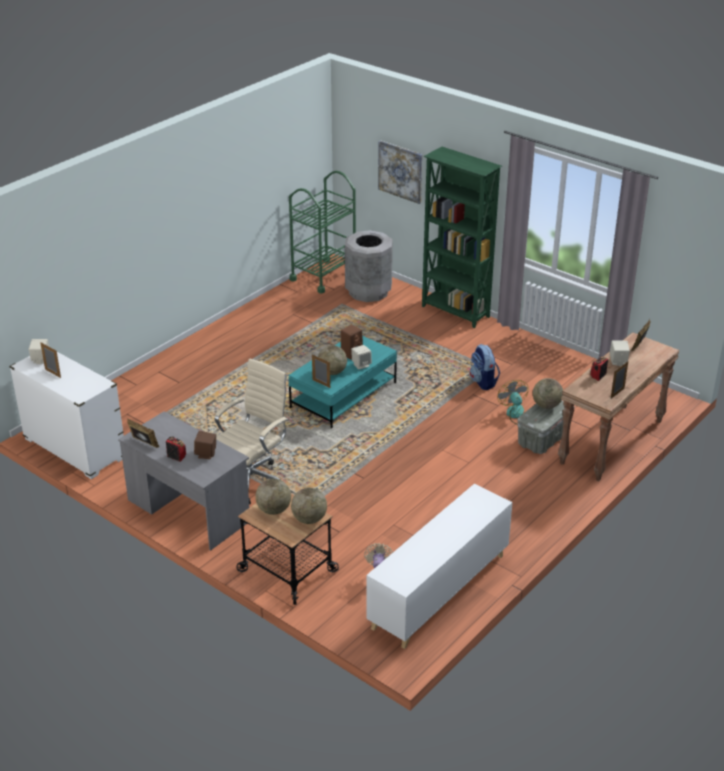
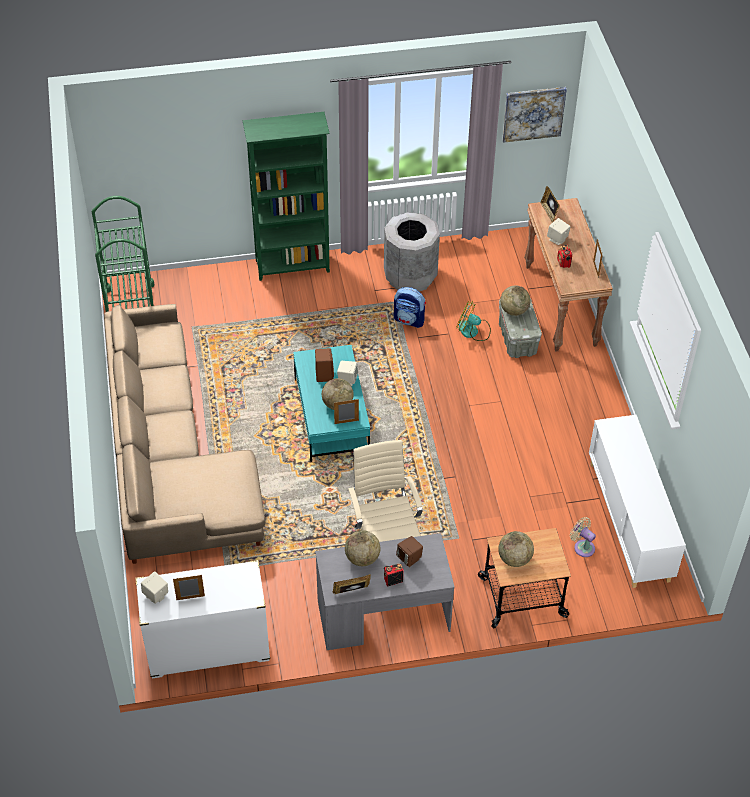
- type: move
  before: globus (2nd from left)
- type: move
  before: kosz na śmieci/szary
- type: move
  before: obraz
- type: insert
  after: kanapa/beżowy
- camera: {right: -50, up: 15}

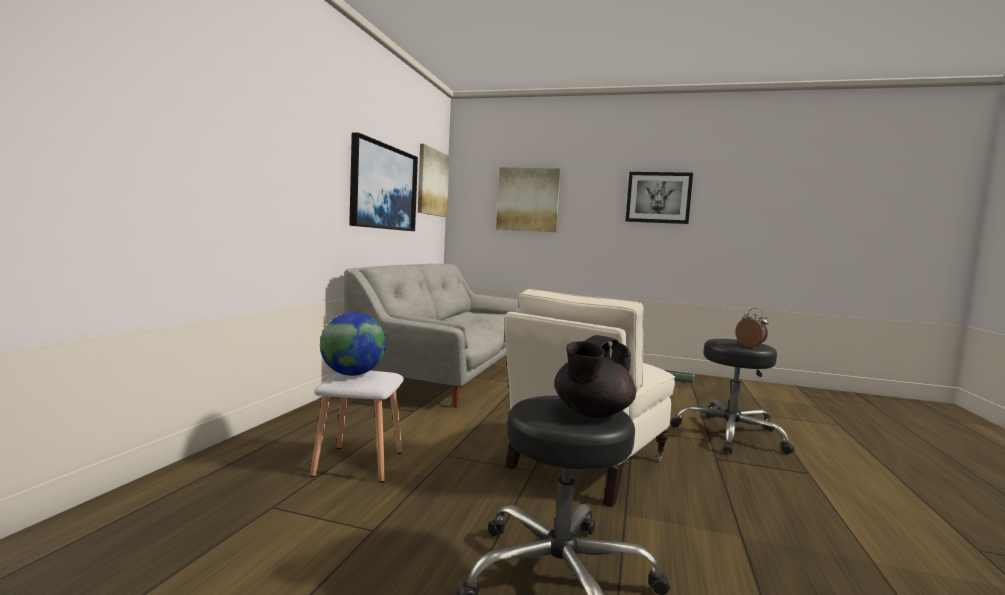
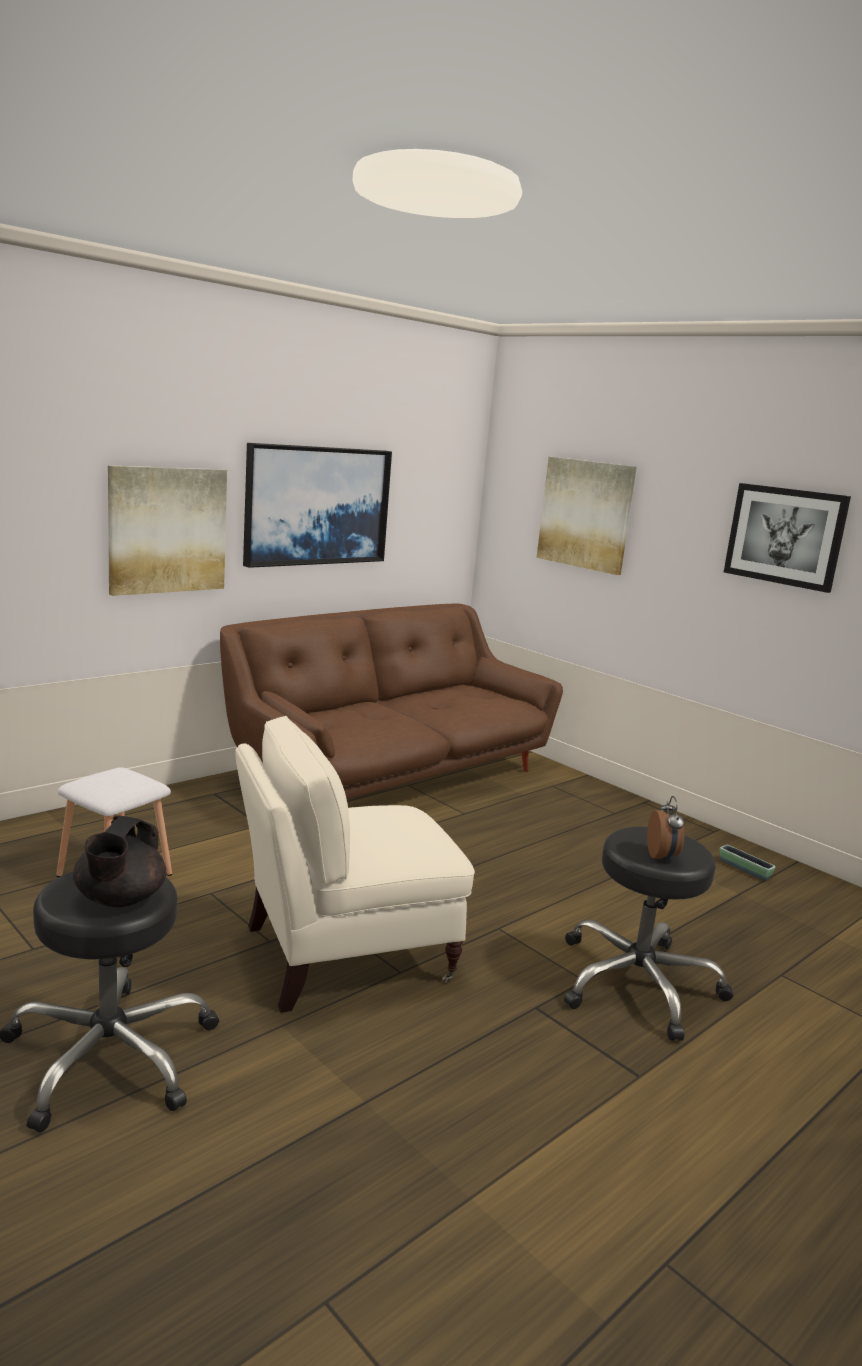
- type: delete
  before: globus
- type: recolor
  before: kanapa/szary
  after: kanapa/brązowy
- type: move
  before: obraz (2nd from left in the first image)
  after: obraz (1st from left)
- type: rotate
  before: imbryk/czarny
  turn: -60
- camera: {right: 30, up: 10}

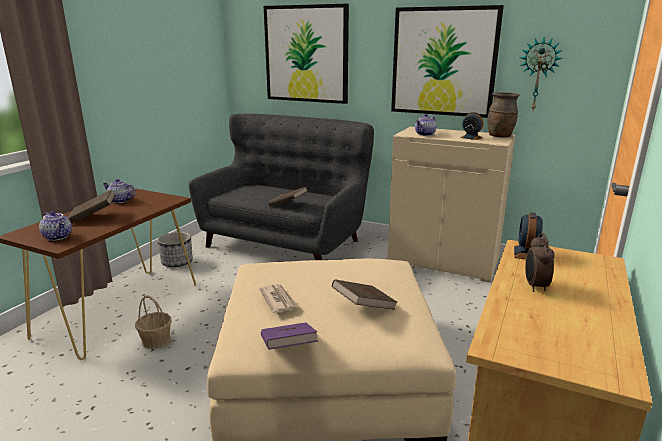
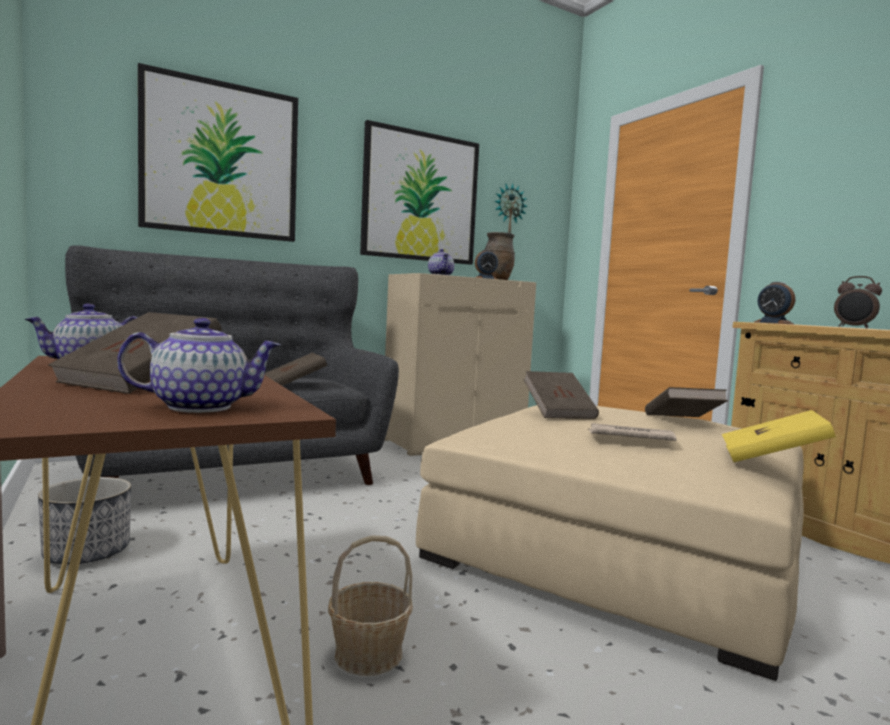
- type: recolor
  before: książka/fioletowy
  after: książka/żółty
- type: insert
  after: książka/brązowy (3rd from left)
- camera: {right: -55, up: -15}

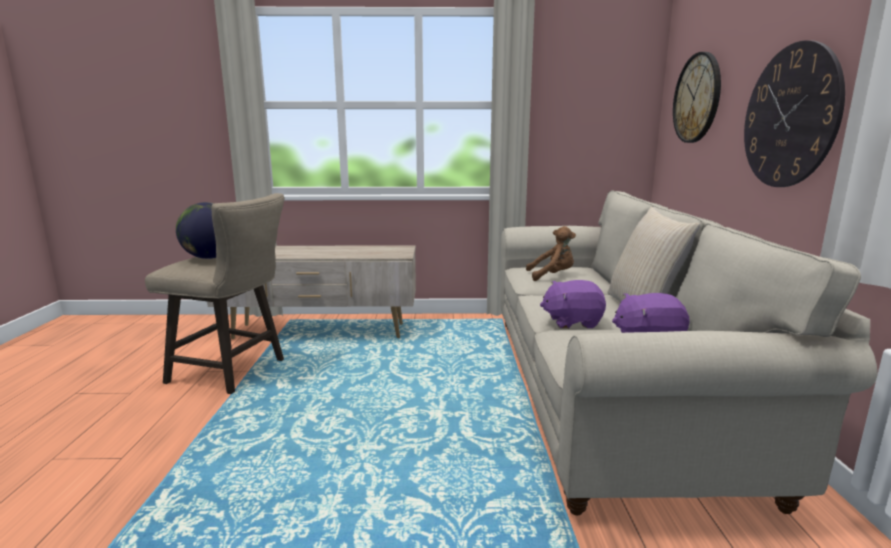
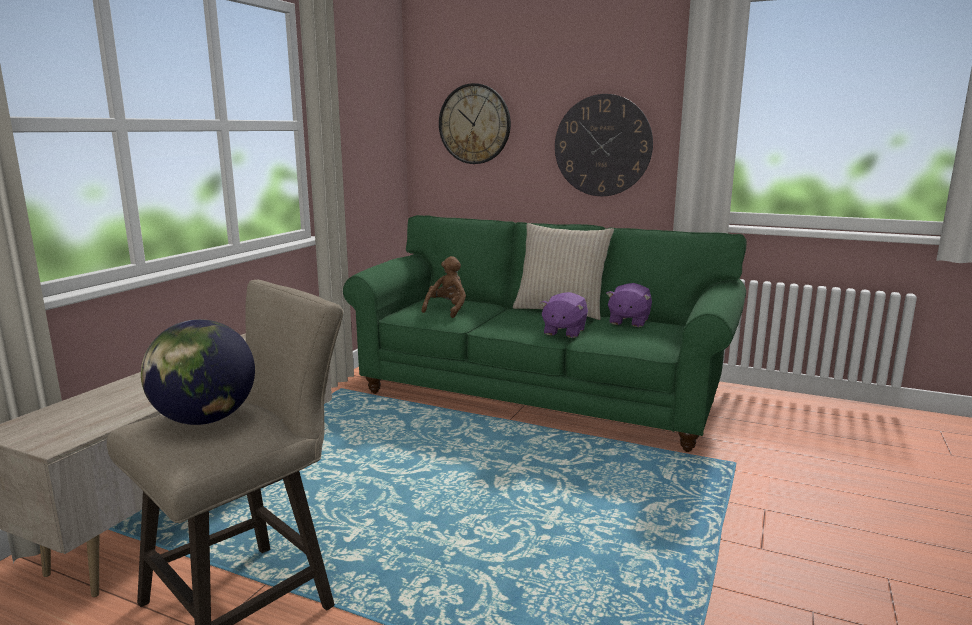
- type: recolor
  before: kanapa/beżowy
  after: kanapa/zielony
- camera: {right: -65, up: 0}

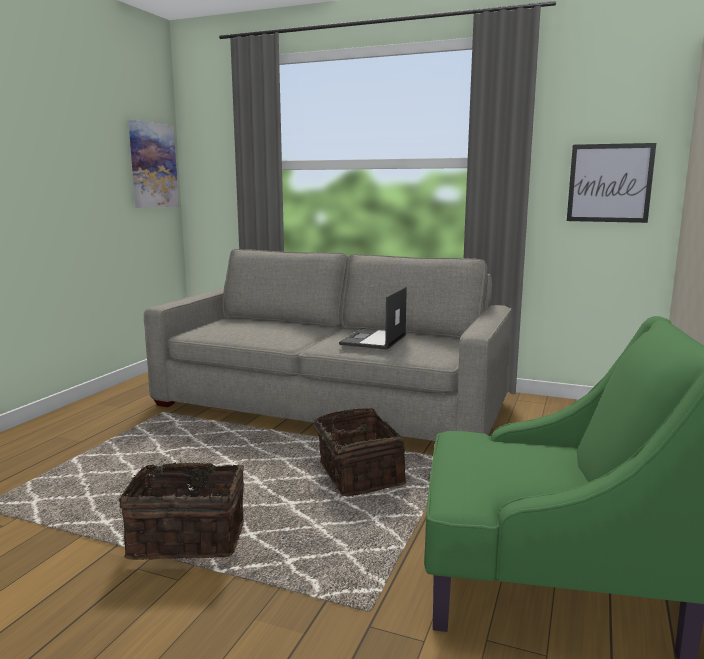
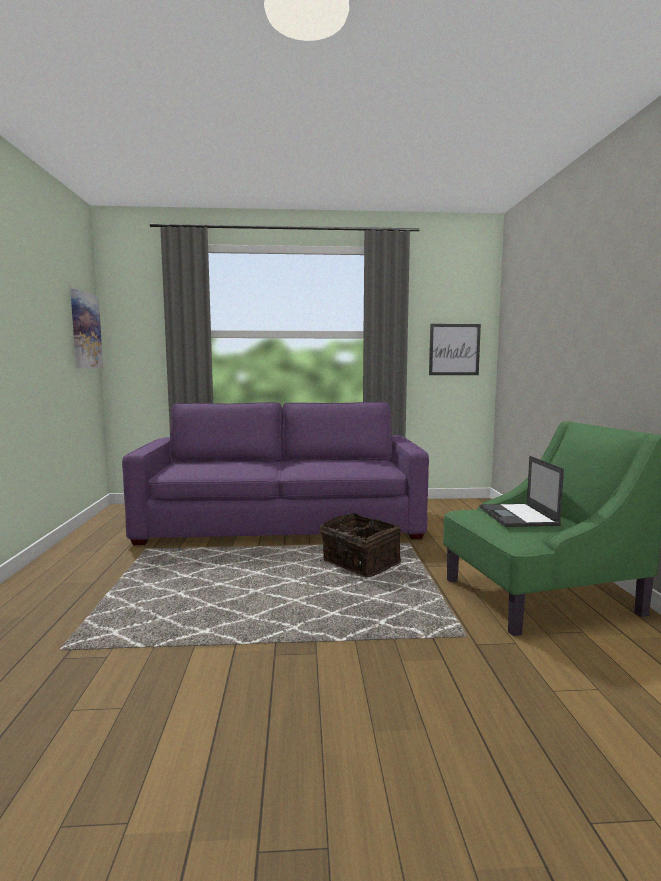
- type: delete
  before: koszyk (1st from left)
- type: recolor
  before: kanapa/szary
  after: kanapa/fioletowy
- type: move
  before: laptop
- camera: {right: -25, up: -5}

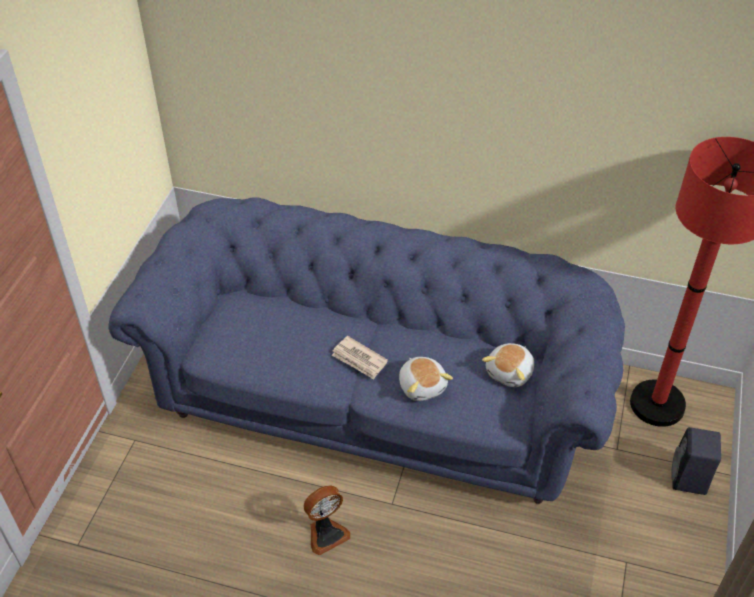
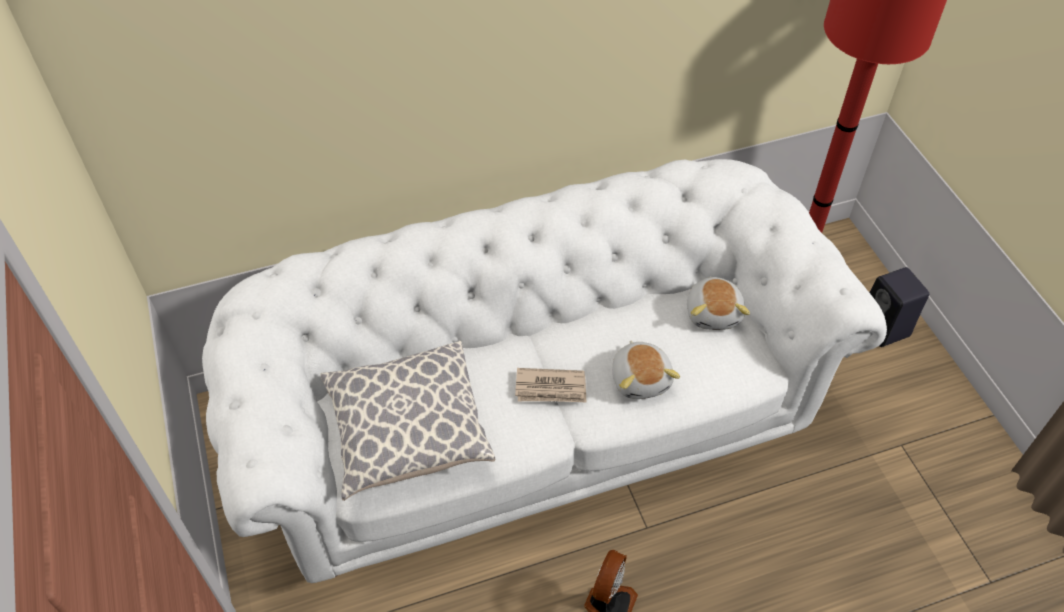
- type: recolor
  before: kanapa/niebieski
  after: kanapa/biały
- type: rotate
  before: pluszak (1st from left)
  turn: 45
- type: insert
  after: poduszka
- camera: {right: -35, up: 5}

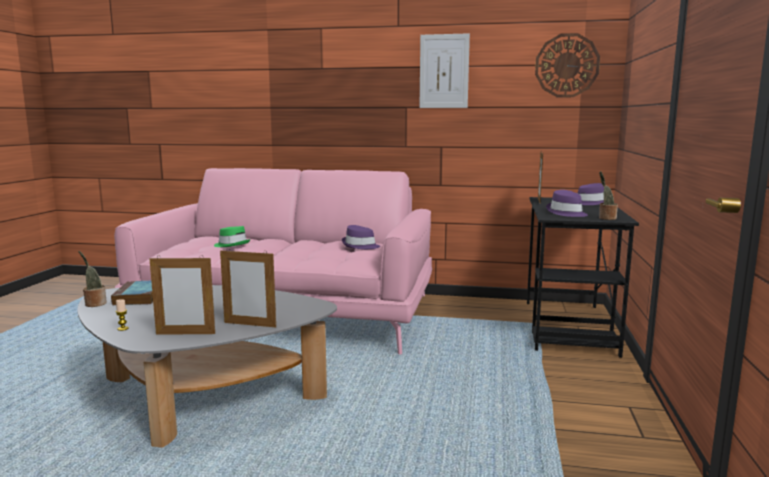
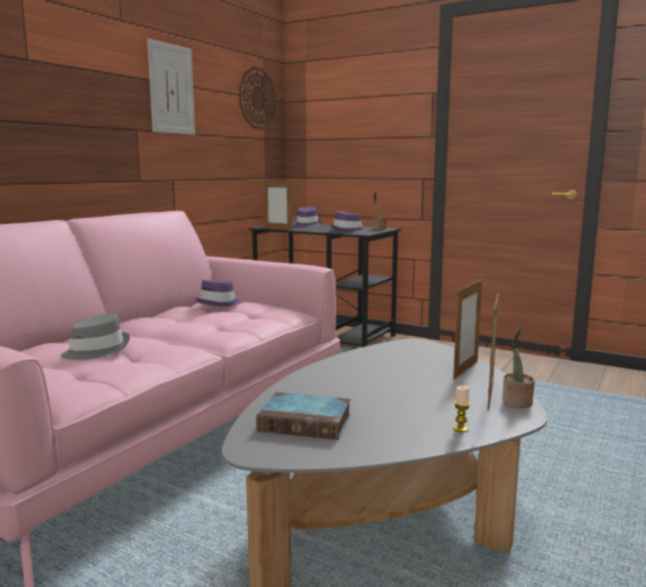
- type: move
  before: roślina doniczkowa (1st from left in the first image)
  after: roślina doniczkowa (2nd from left)
- type: recolor
  before: kapelusz/zielony
  after: kapelusz/szary
- camera: {right: -70, up: 0}

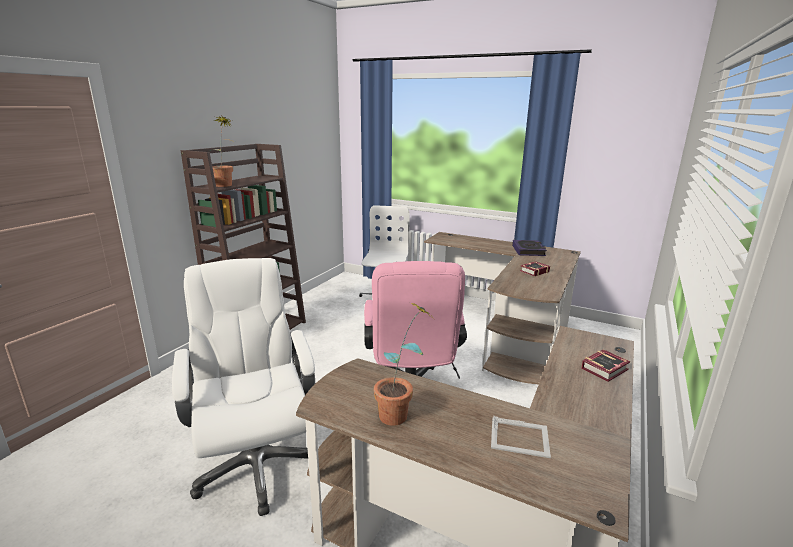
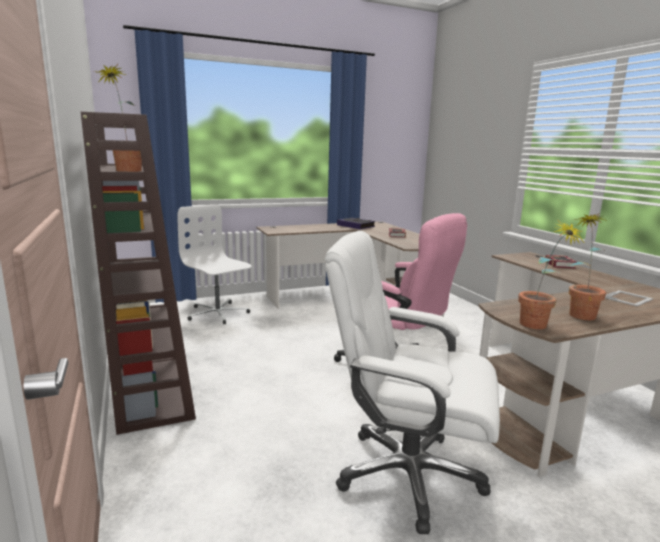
- type: insert
  after: roślina doniczkowa (2nd from left)
- camera: {right: -50, up: -5}

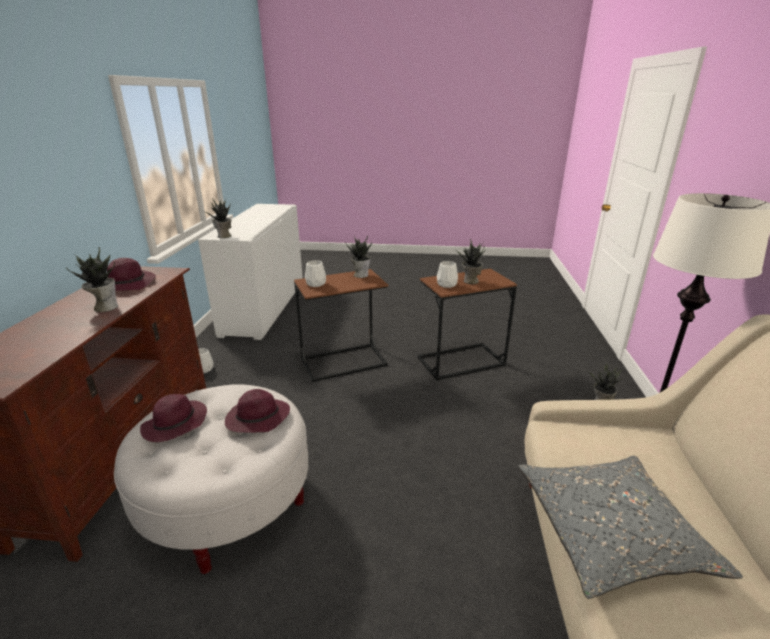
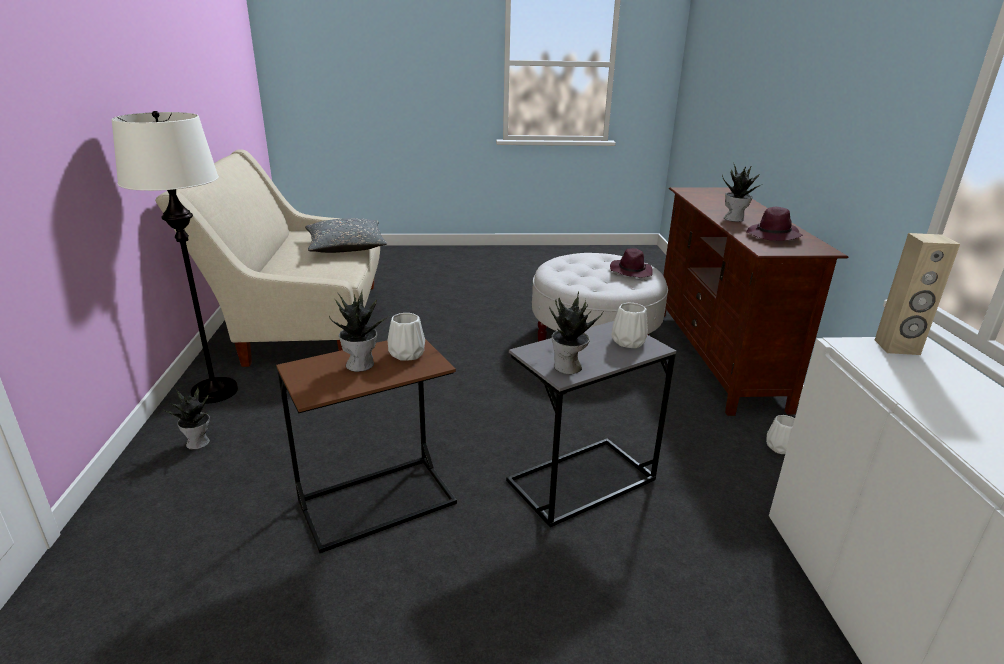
- type: replace
  before: roślina doniczkowa (2nd from left)
  after: głośnik/beżowy
- type: delete
  before: kapelusz/fioletowy (3rd from left)
- type: recolor
  before: stolik/brązowy (1st from left)
  after: stolik/szary
- camera: {right: 170, up: 0}

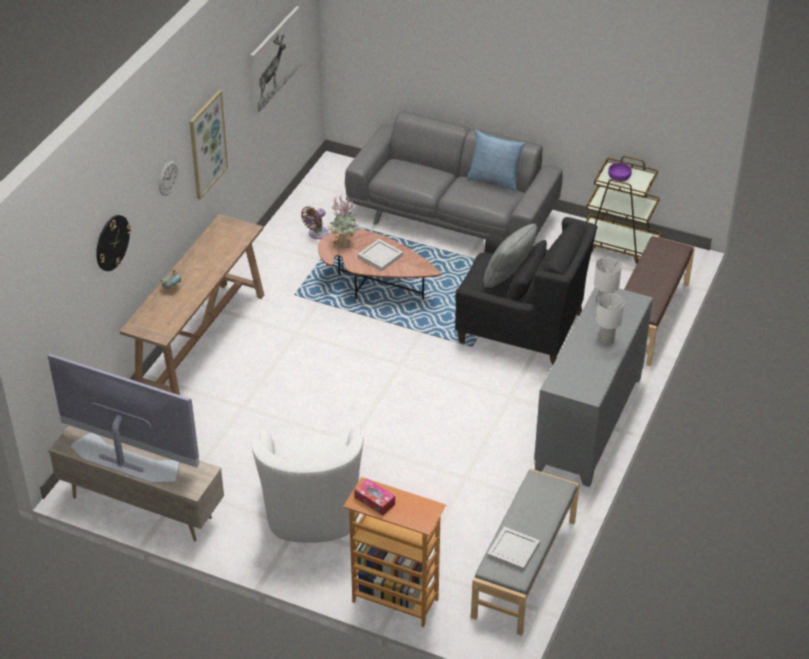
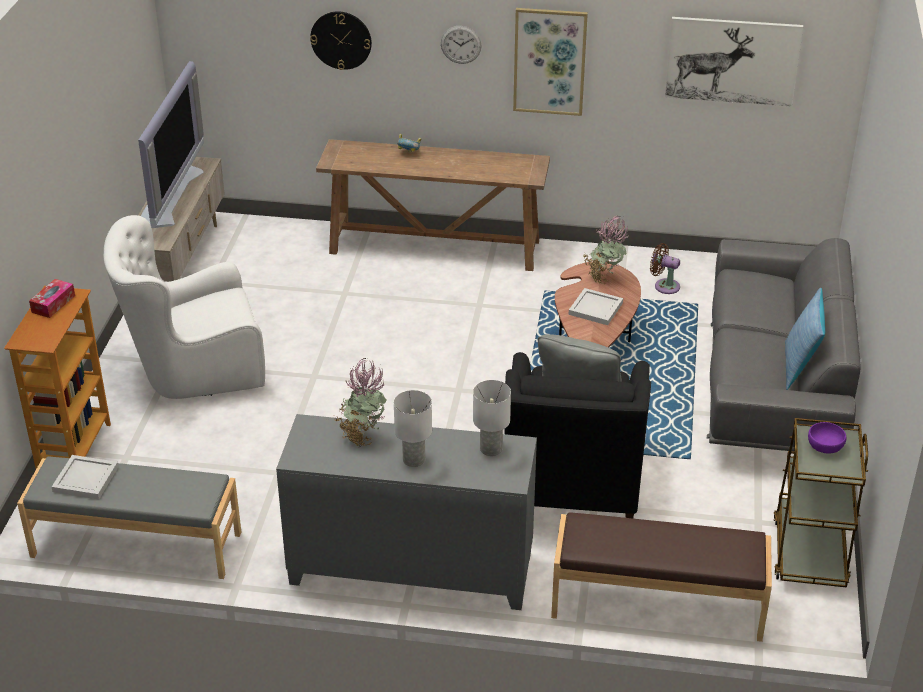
- type: insert
  after: roślina doniczkowa (1st from left)
- camera: {right: 75, up: -5}

